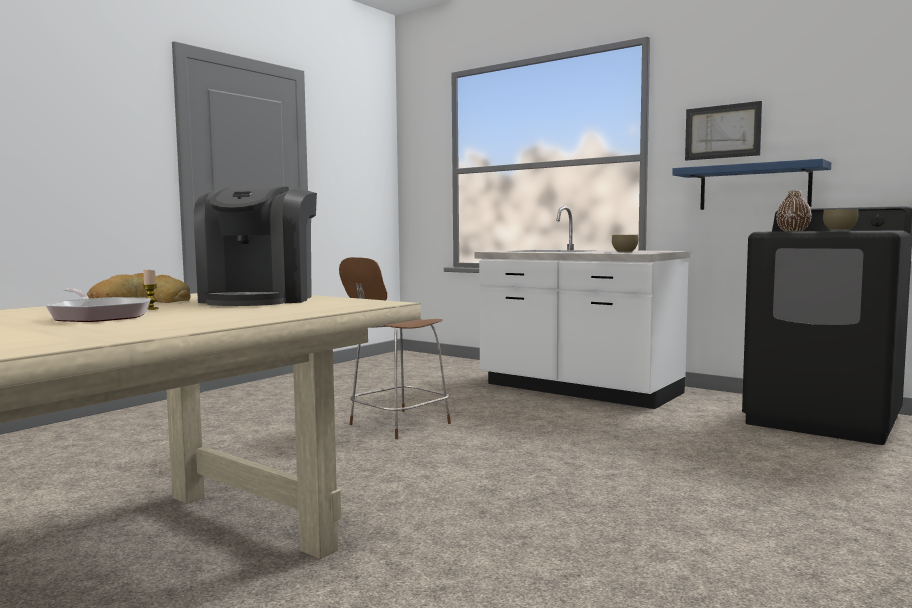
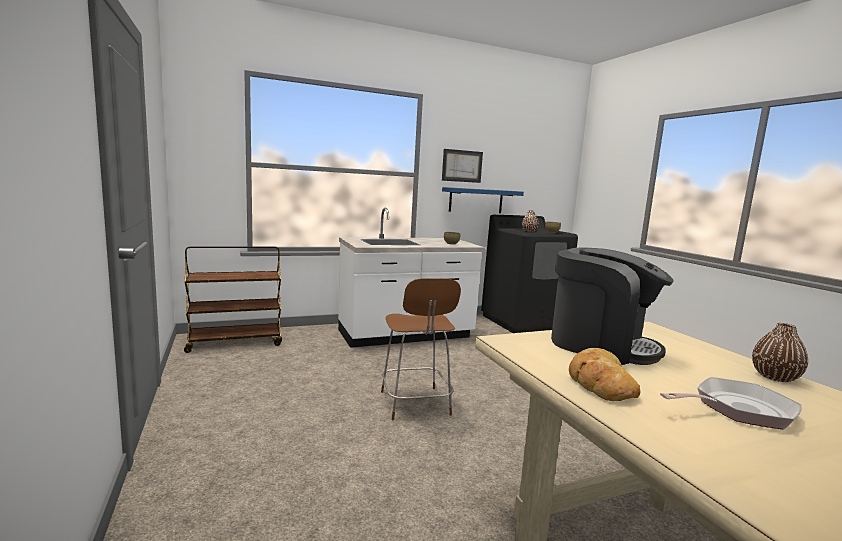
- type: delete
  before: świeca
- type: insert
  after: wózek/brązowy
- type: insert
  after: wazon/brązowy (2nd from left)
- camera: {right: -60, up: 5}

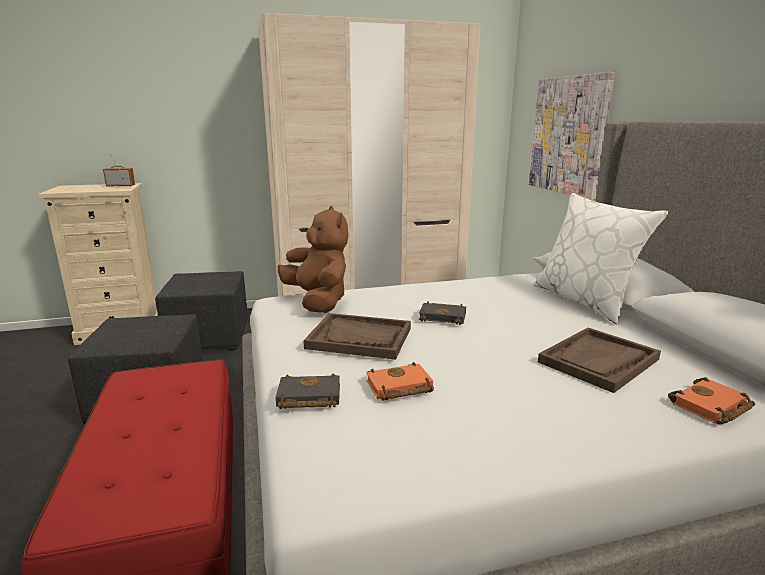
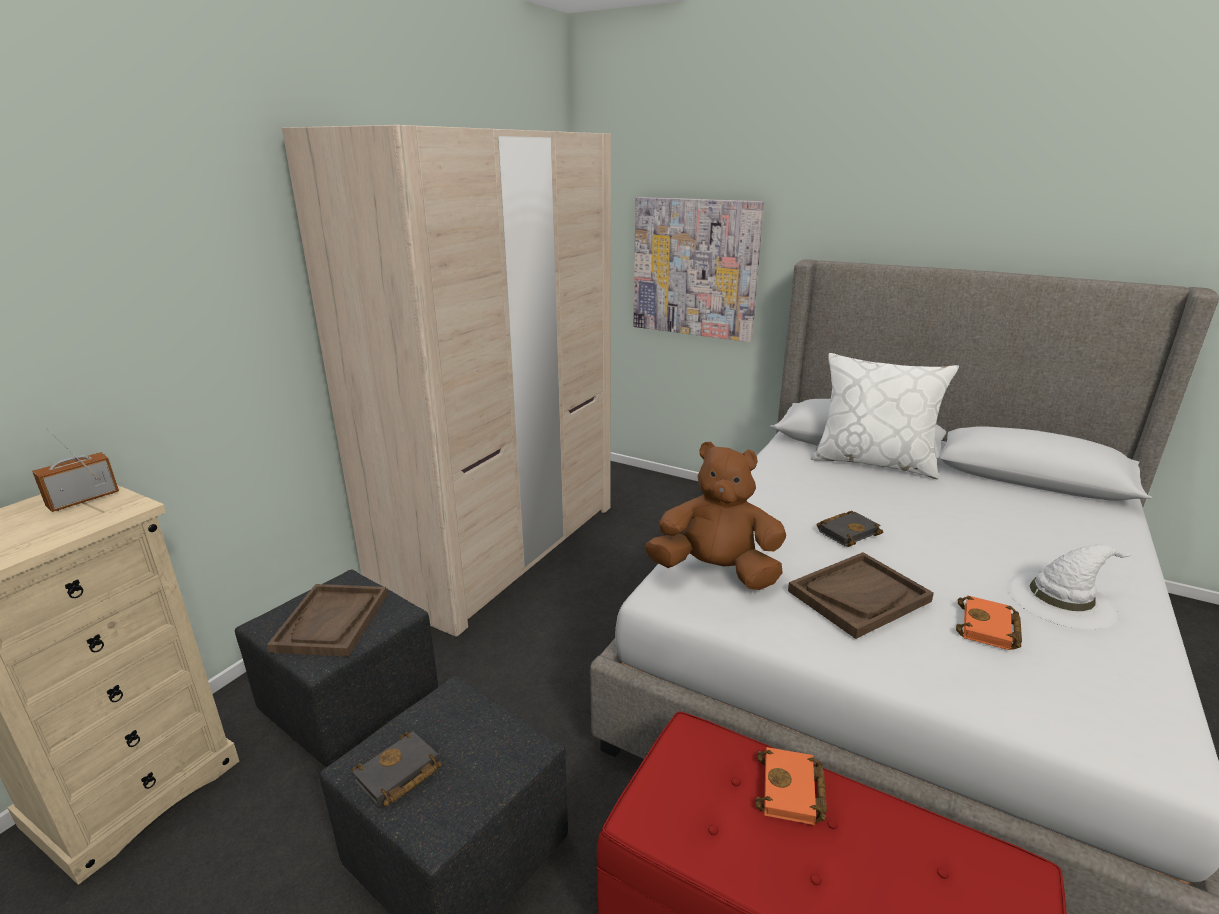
- type: move
  before: książka/czarny (1st from left)
- type: move
  before: taca/brązowy (2nd from left in the first image)
  after: taca/brązowy (1st from left)
- type: move
  before: książka/pomarańczowy (2nd from left in the first image)
  after: książka/pomarańczowy (1st from left)
- type: insert
  after: kapelusz/biały
- camera: {right: -45, up: 5}

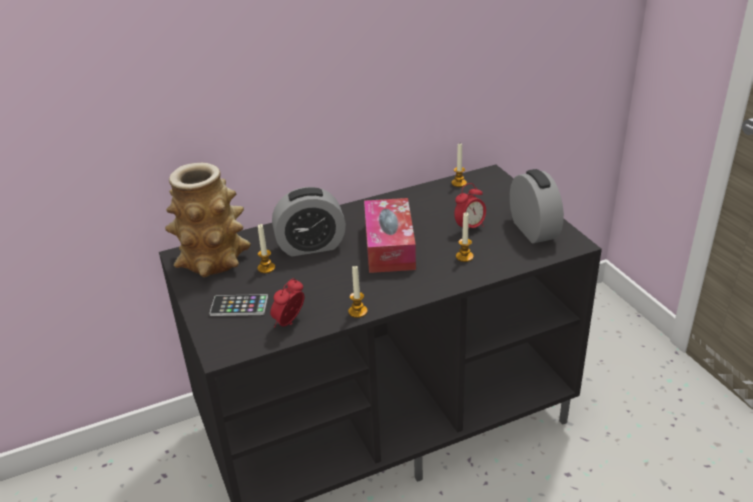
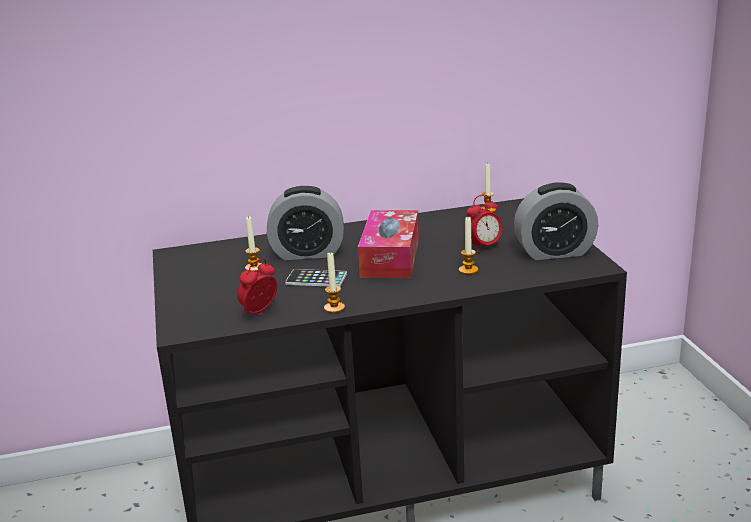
- type: delete
  before: wazon
- type: move
  before: telefon
- type: rotate
  before: budzik (4th from left)
  turn: 90
- camera: {right: 10, up: -10}

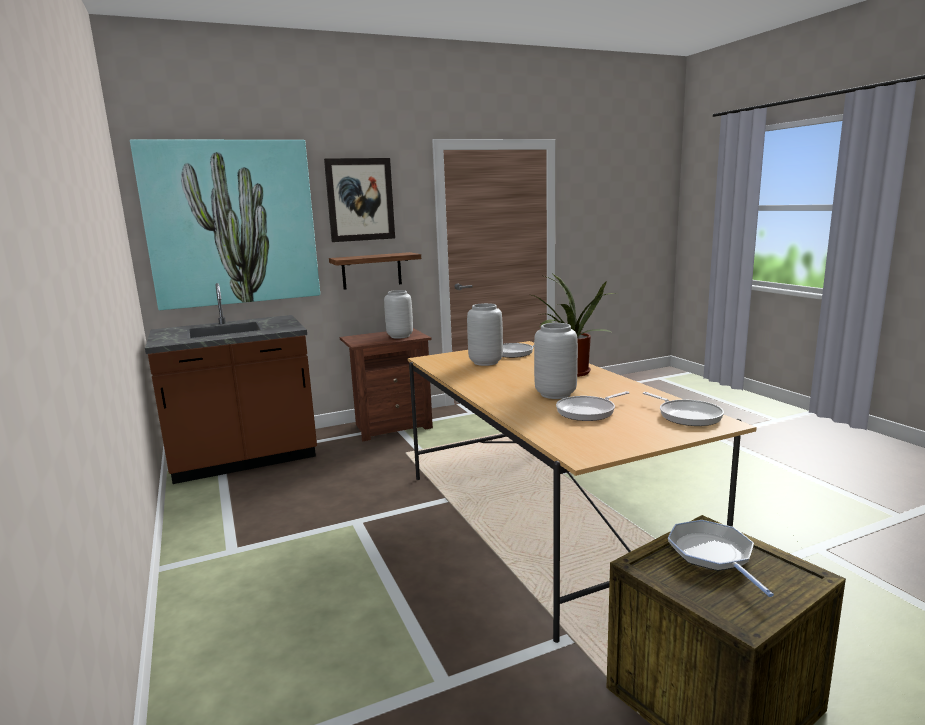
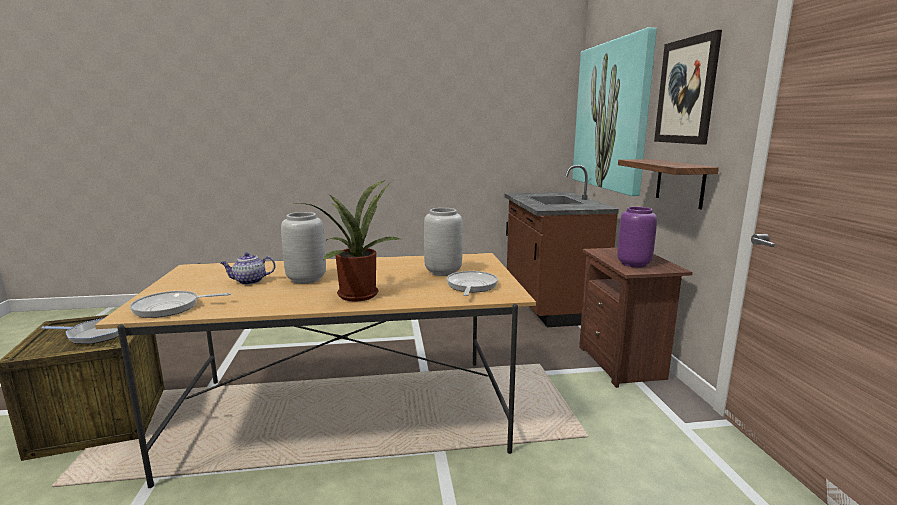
- type: recolor
  before: wazon/szary (1st from left)
  after: wazon/fioletowy
- type: replace
  before: patelnia (2nd from left)
  after: imbryk
- camera: {right: 105, up: 0}

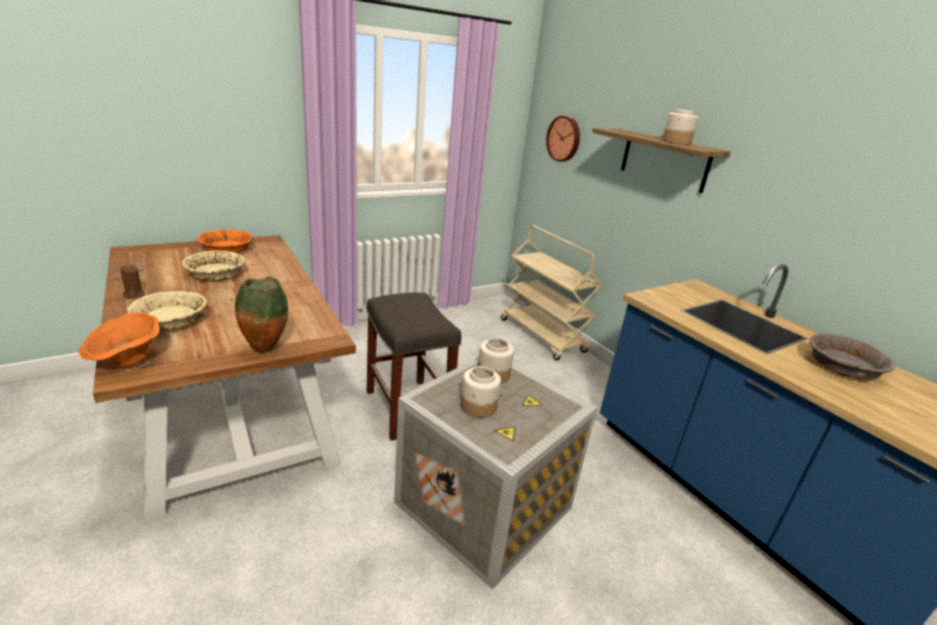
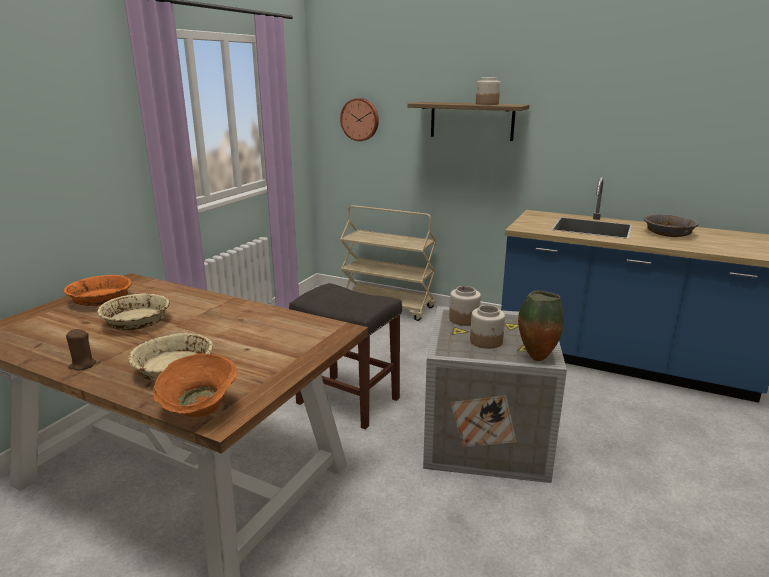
- type: move
  before: wazon
- camera: {right: -30, up: -5}

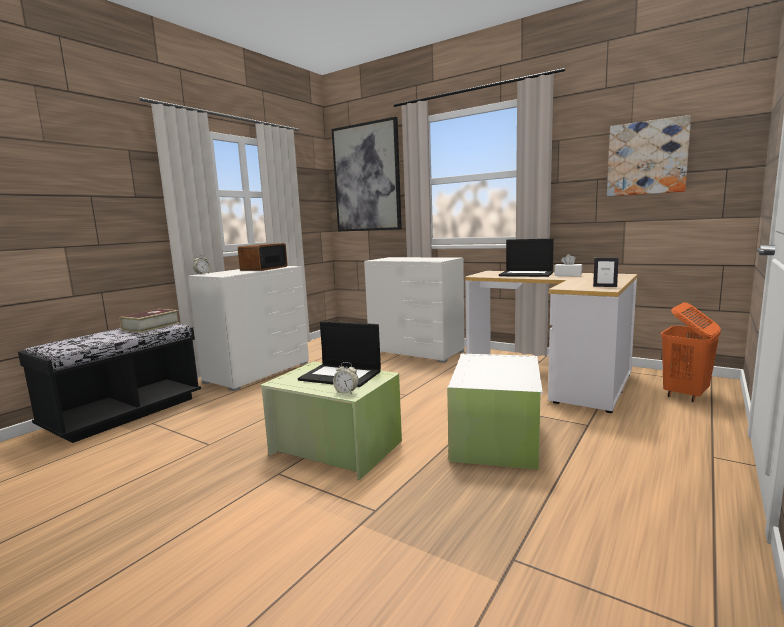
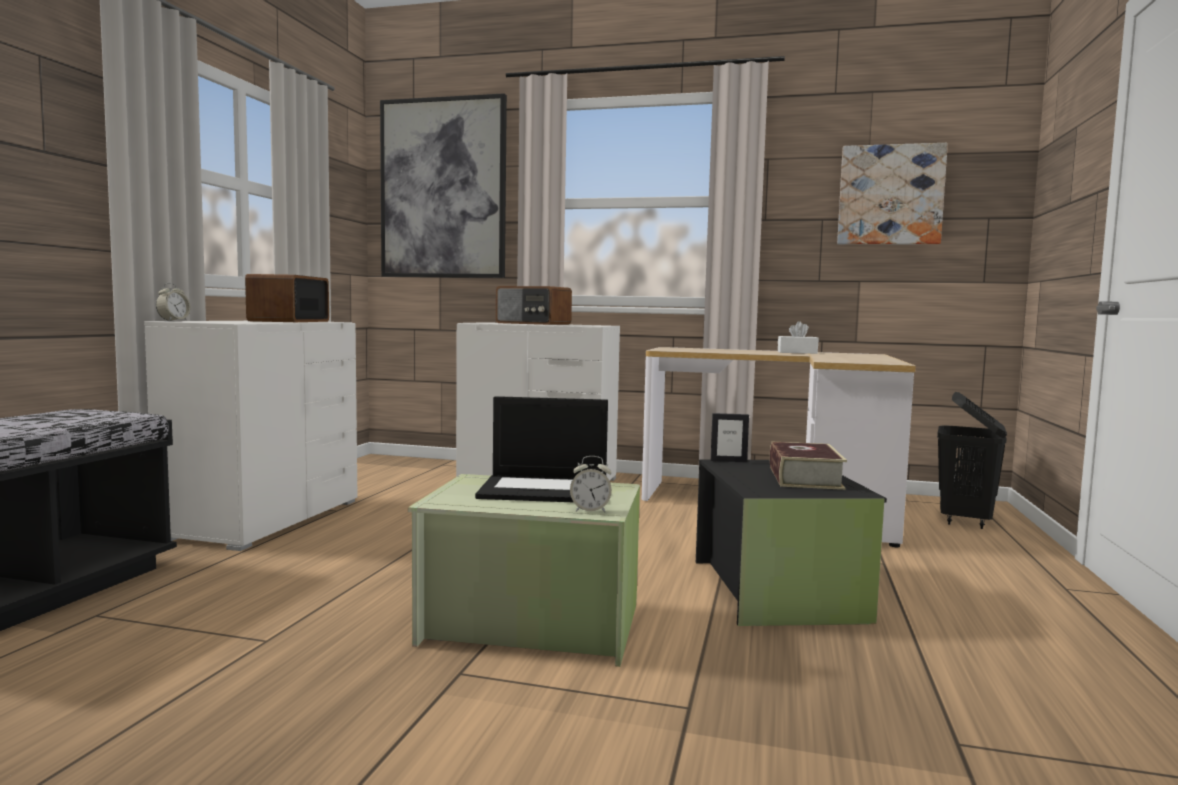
- type: move
  before: książka
- type: recolor
  before: pojemnik do przechowywania/biały
  after: pojemnik do przechowywania/czarny
- type: delete
  before: laptop (2nd from left)
- type: move
  before: ramka na zdjęcie
- type: recolor
  before: kosz na pranie/pomarańczowy
  after: kosz na pranie/czarny
- type: insert
  after: radio (2nd from left)
- camera: {right: -20, up: -5}

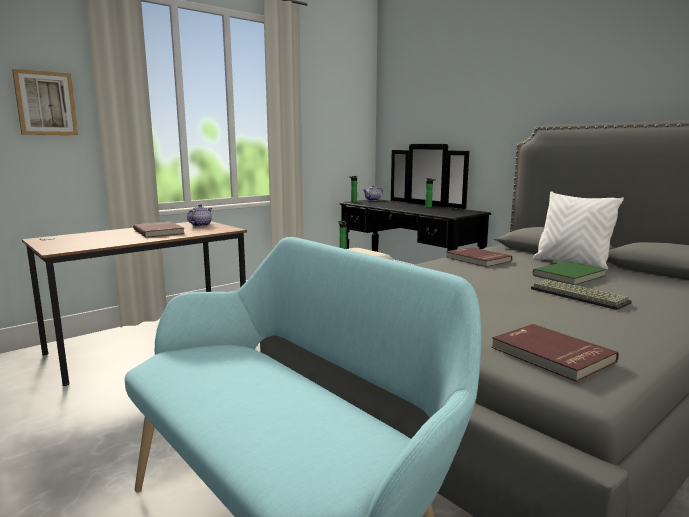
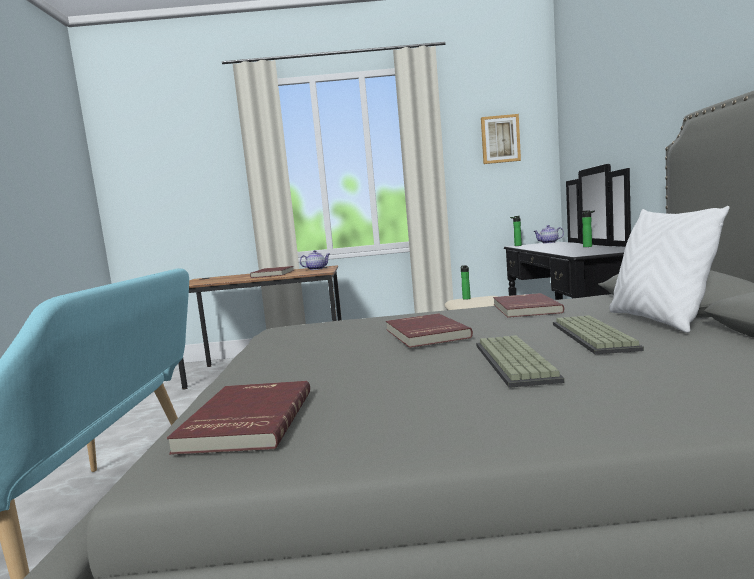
- type: move
  before: obraz
- type: replace
  before: książka/zielony
  after: klawiatura (2nd from left)
- type: insert
  after: książka/czerwony (3rd from left)
- camera: {right: 40, up: -5}

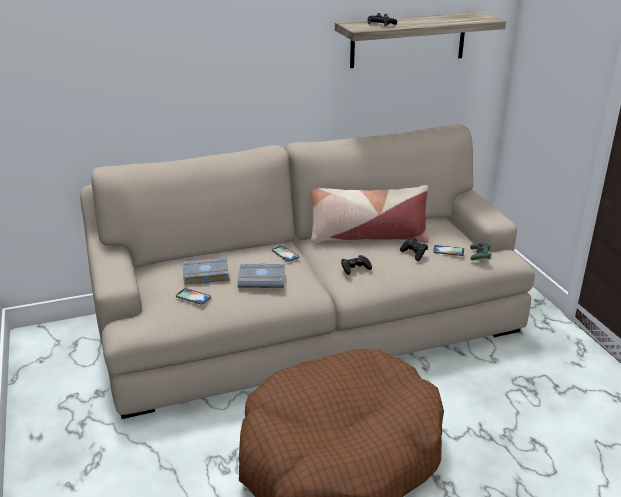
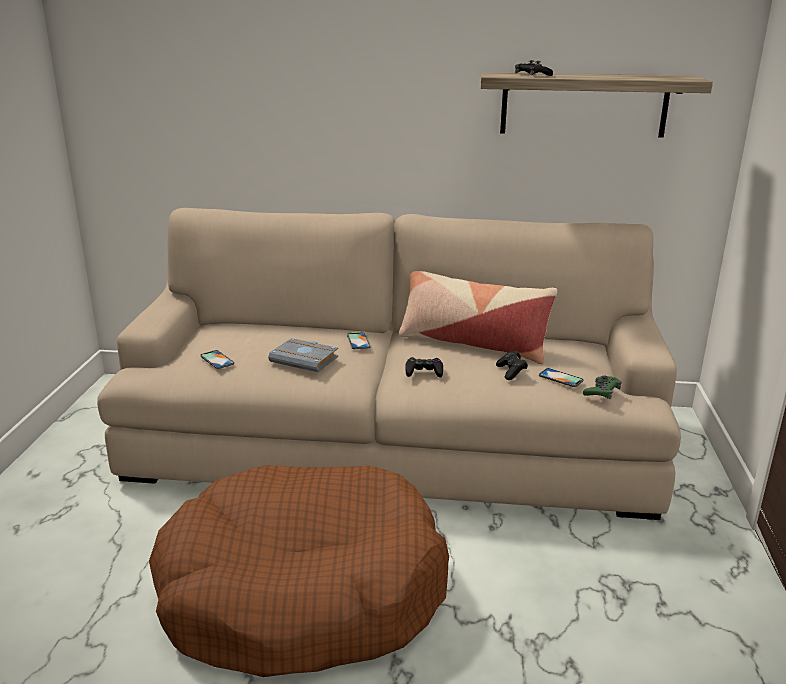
- type: delete
  before: książka/szary (1st from left)
- camera: {right: 25, up: -5}

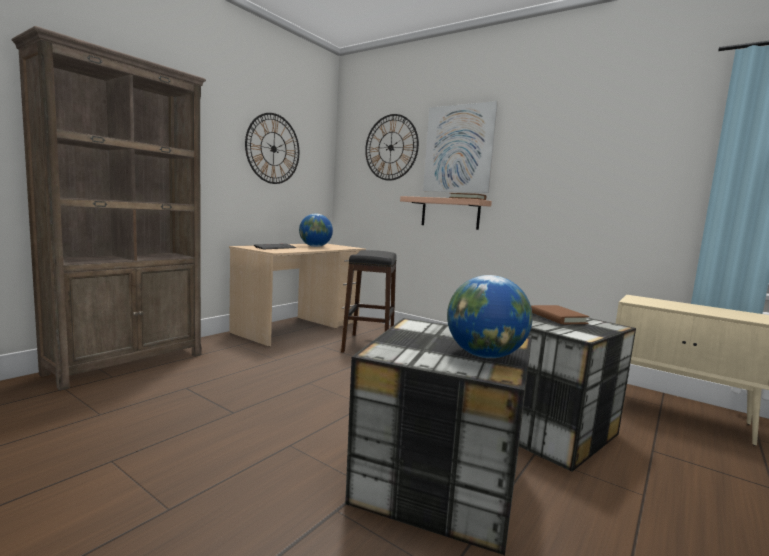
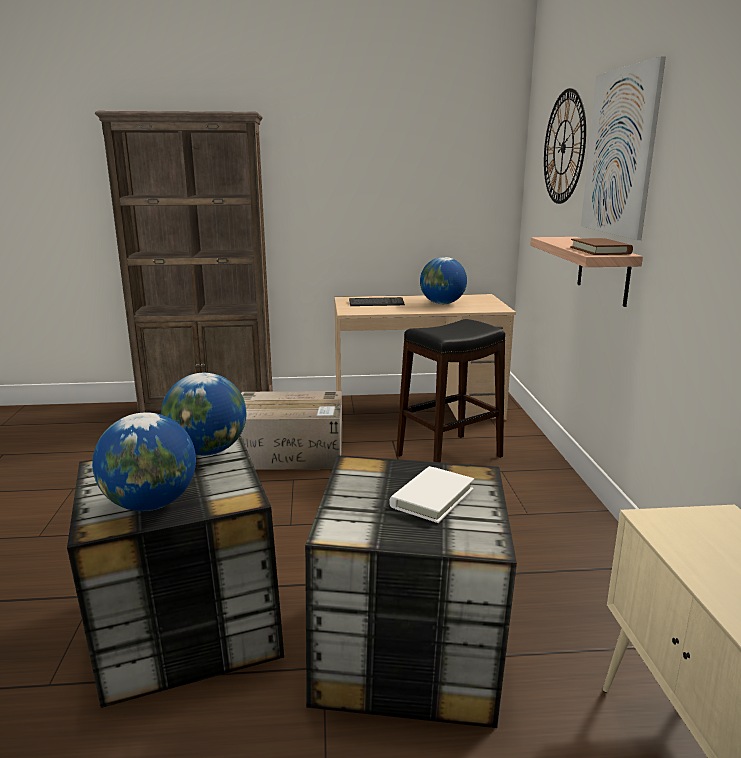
- type: delete
  before: zegar ścienny (1st from left)
- type: recolor
  before: książka/brązowy (2nd from left)
  after: książka/biały
- type: insert
  after: globus (2nd from left)
- type: insert
  after: karton
- camera: {right: 50, up: 10}

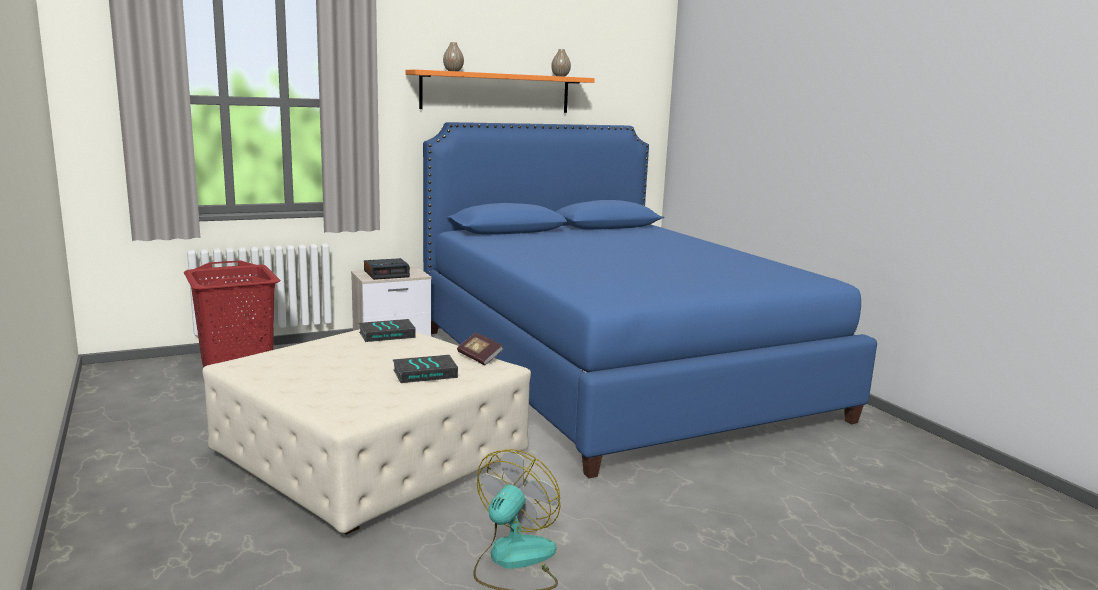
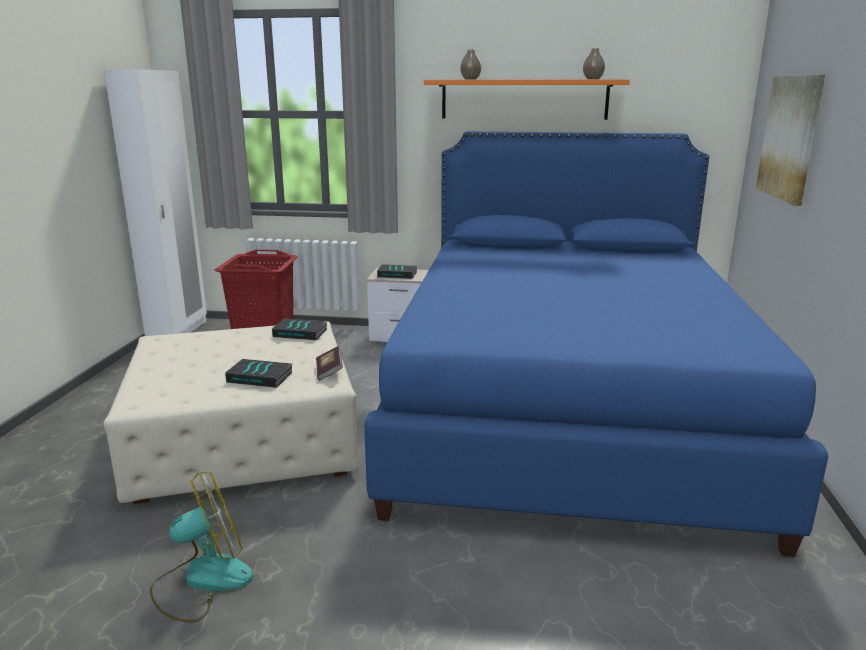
- type: replace
  before: budzik
  after: książka (4th from left)
- type: insert
  after: szafa/biały
- type: insert
  after: obraz
- camera: {right: 35, up: 5}

